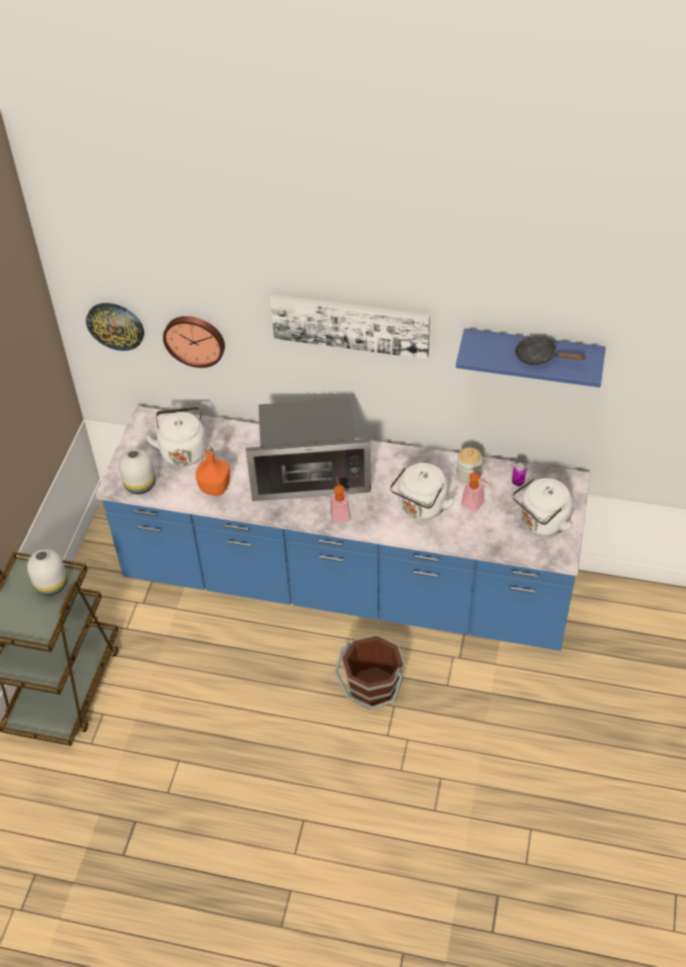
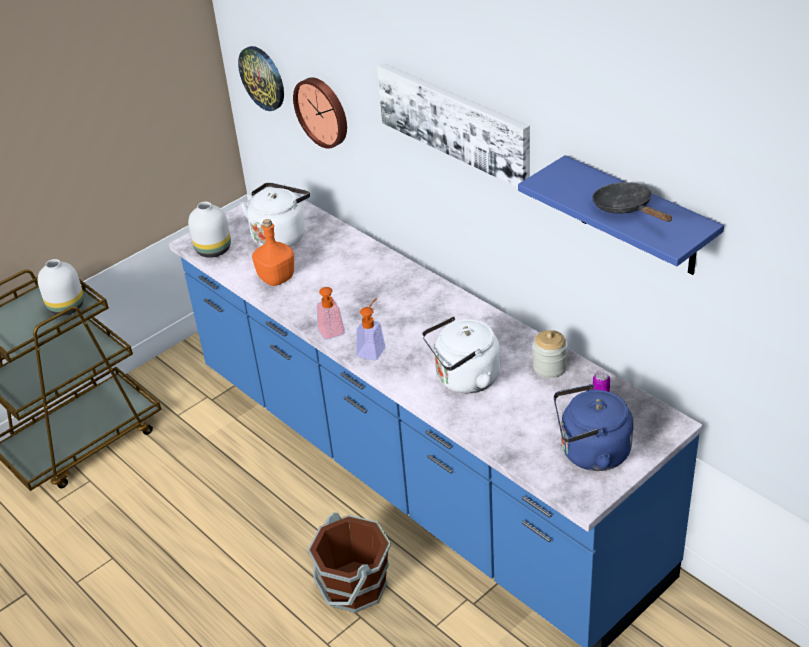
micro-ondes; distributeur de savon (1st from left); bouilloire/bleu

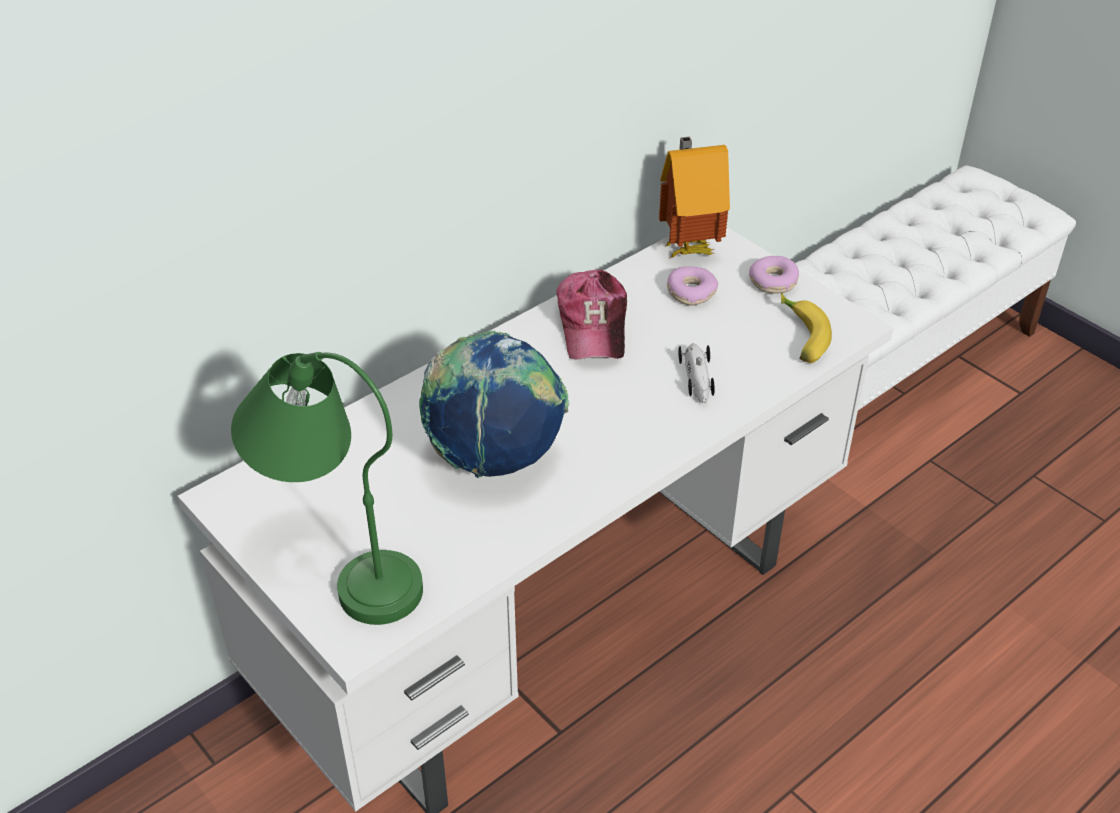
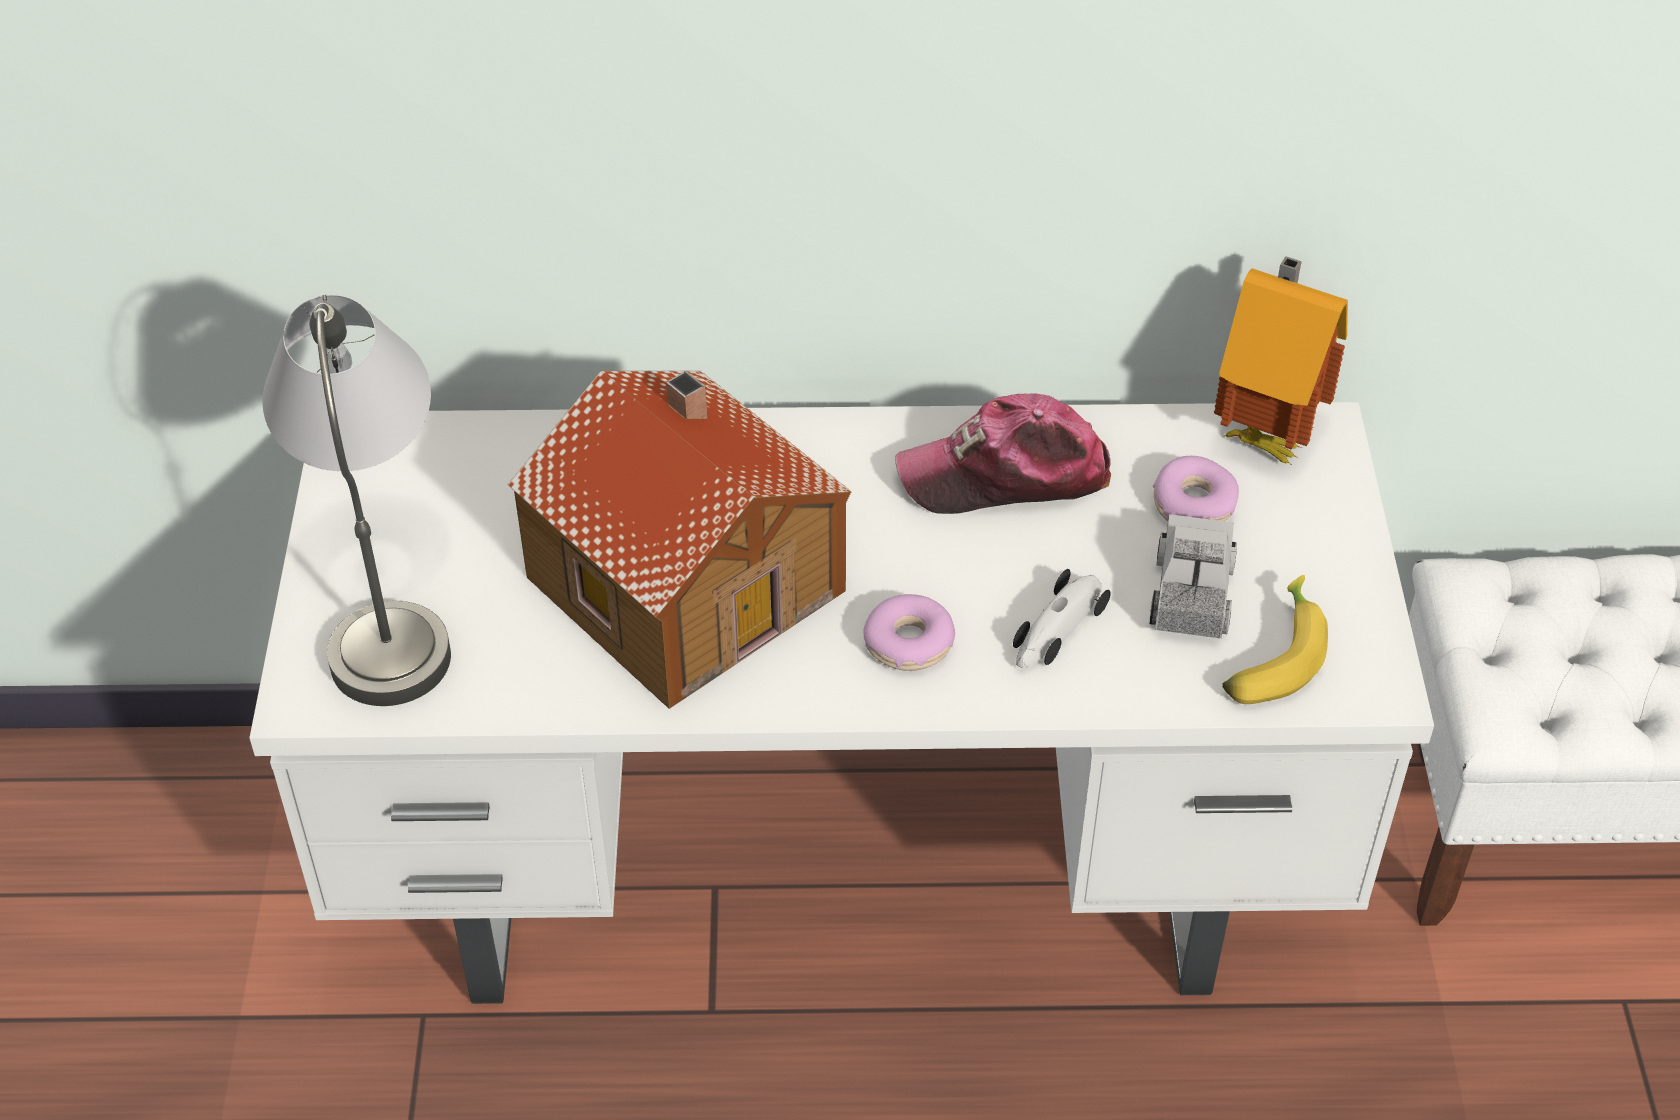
camion jouet; beignet (1st from left); maison miniature (1st from left); lampe de table/gris; casquette

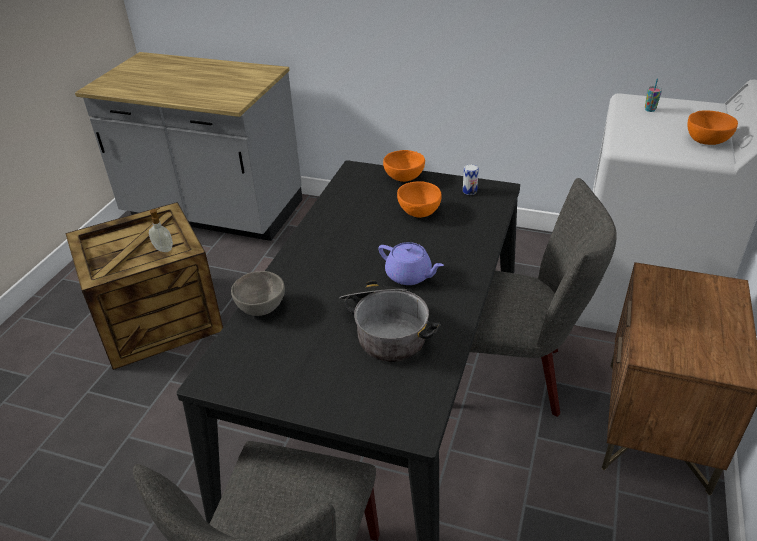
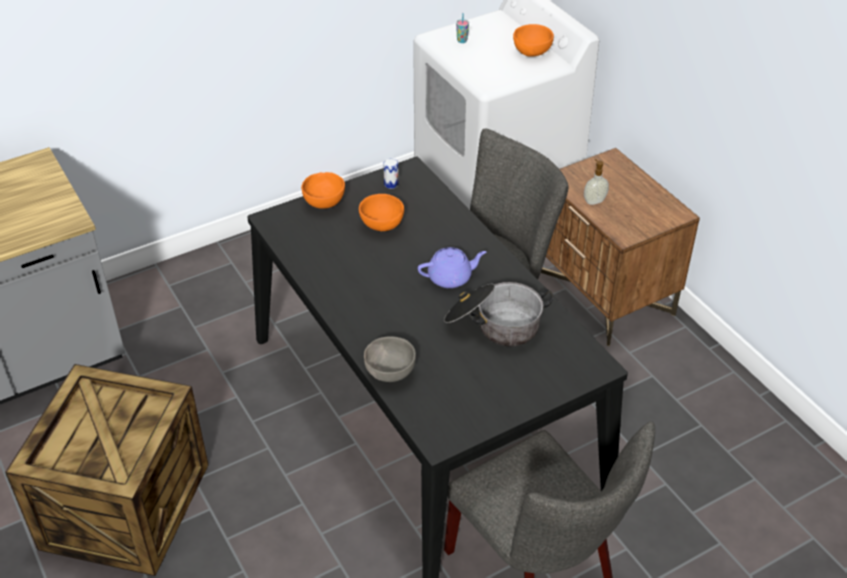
distributeur de savon

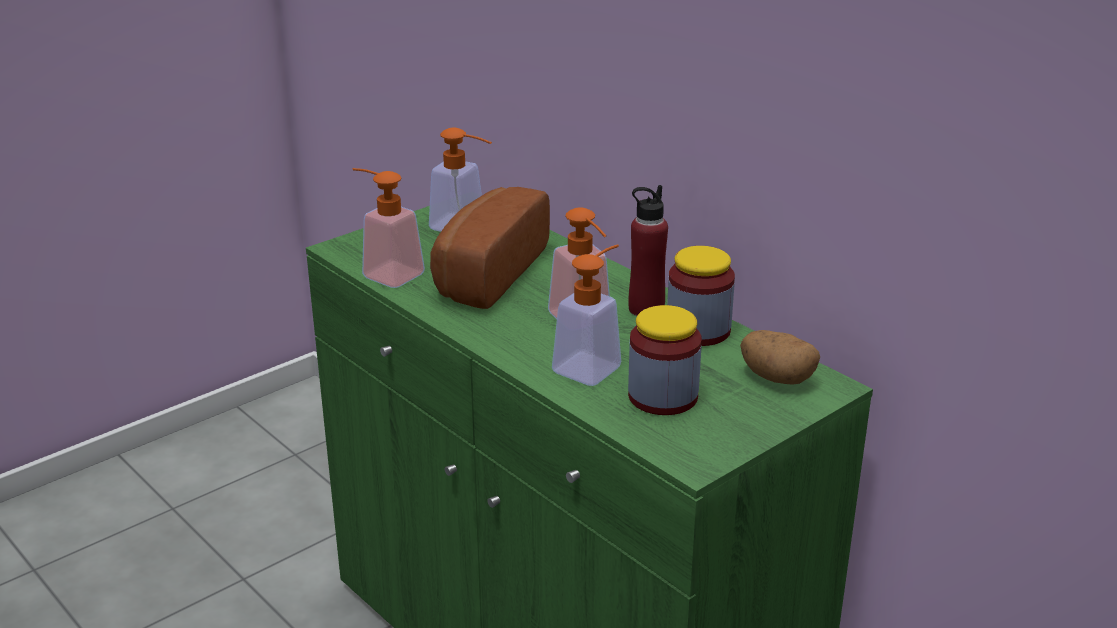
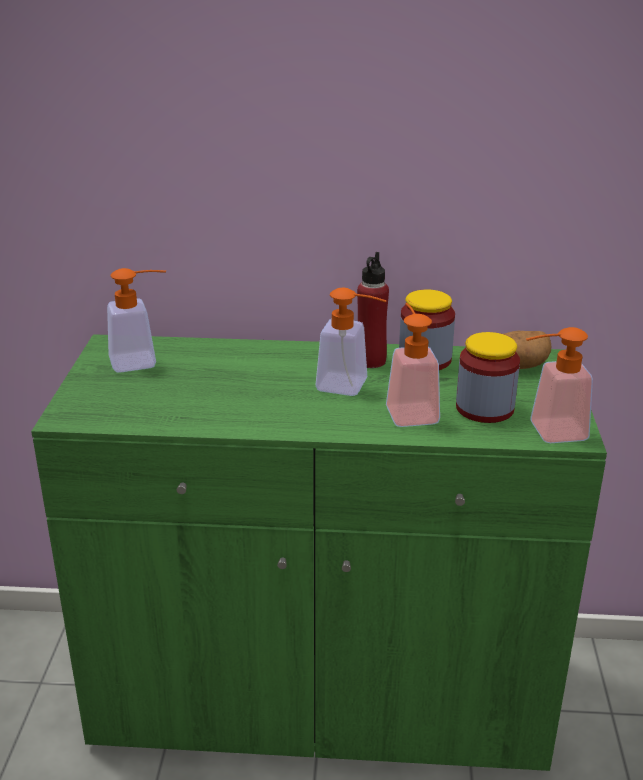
pain; distributeur de savon (4th from left)

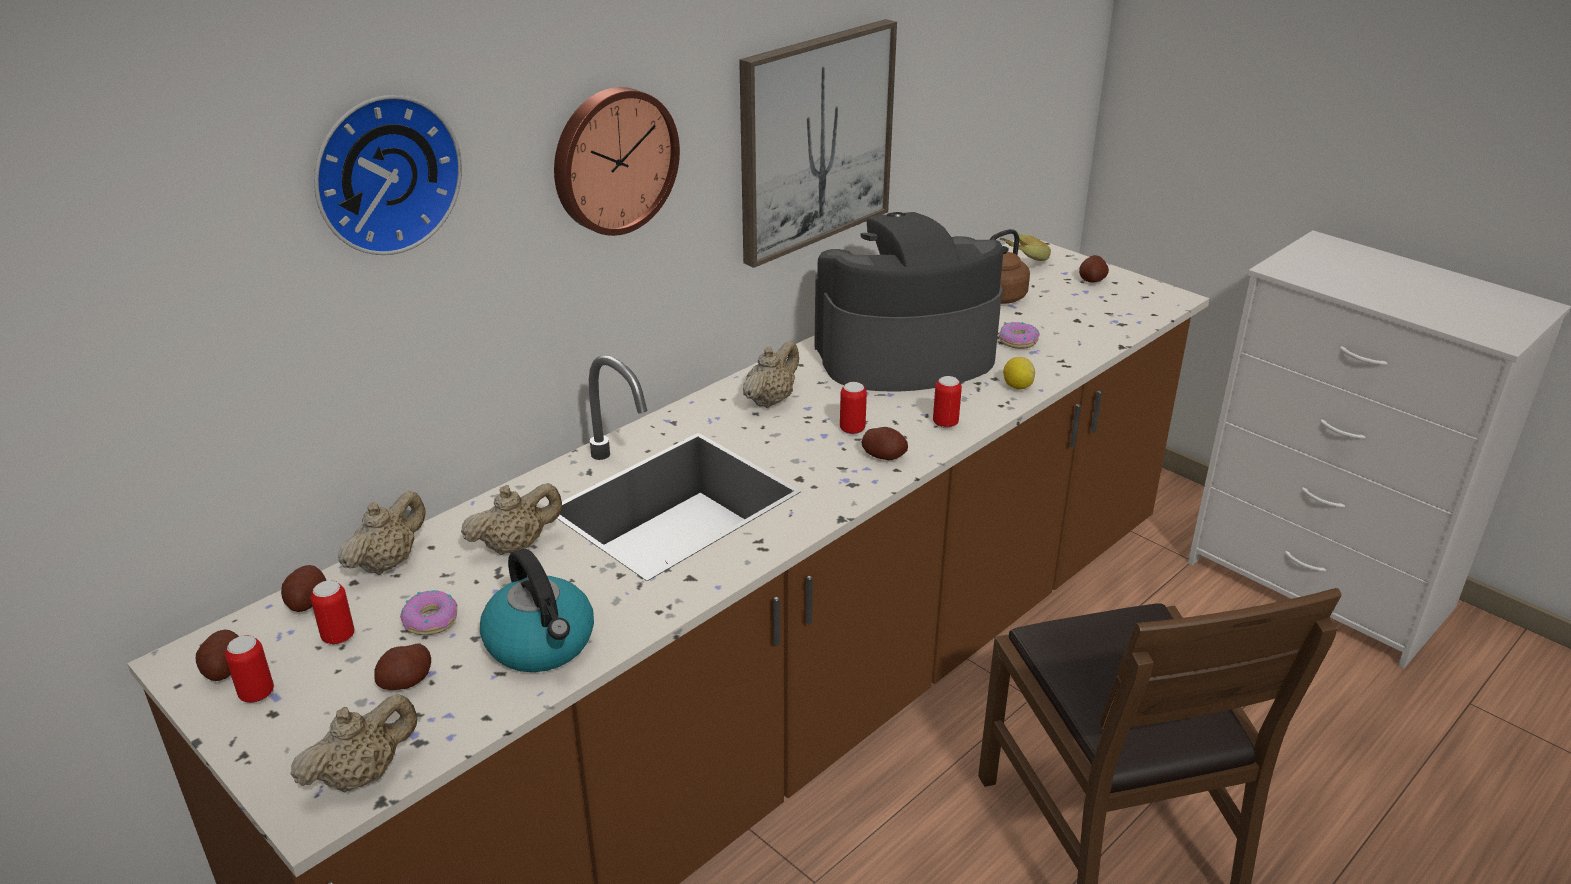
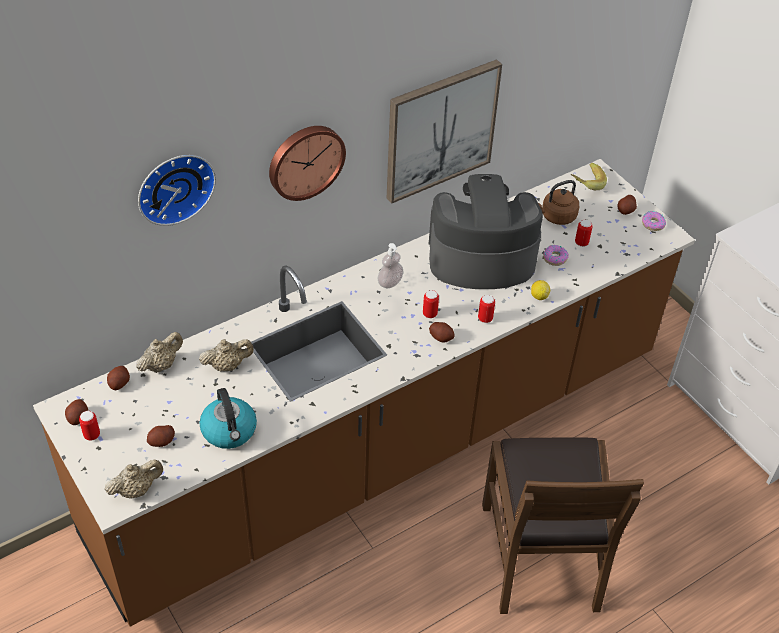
boîte métallique (4th from left); beignet (2nd from left); distributeur de savon

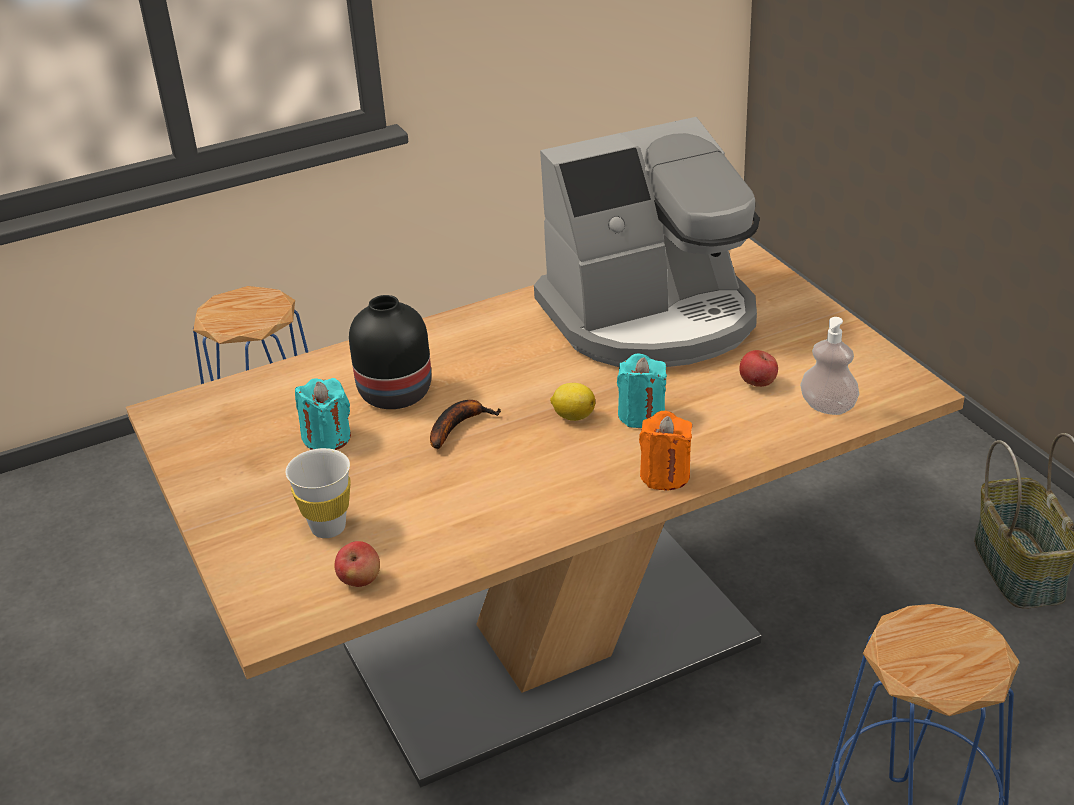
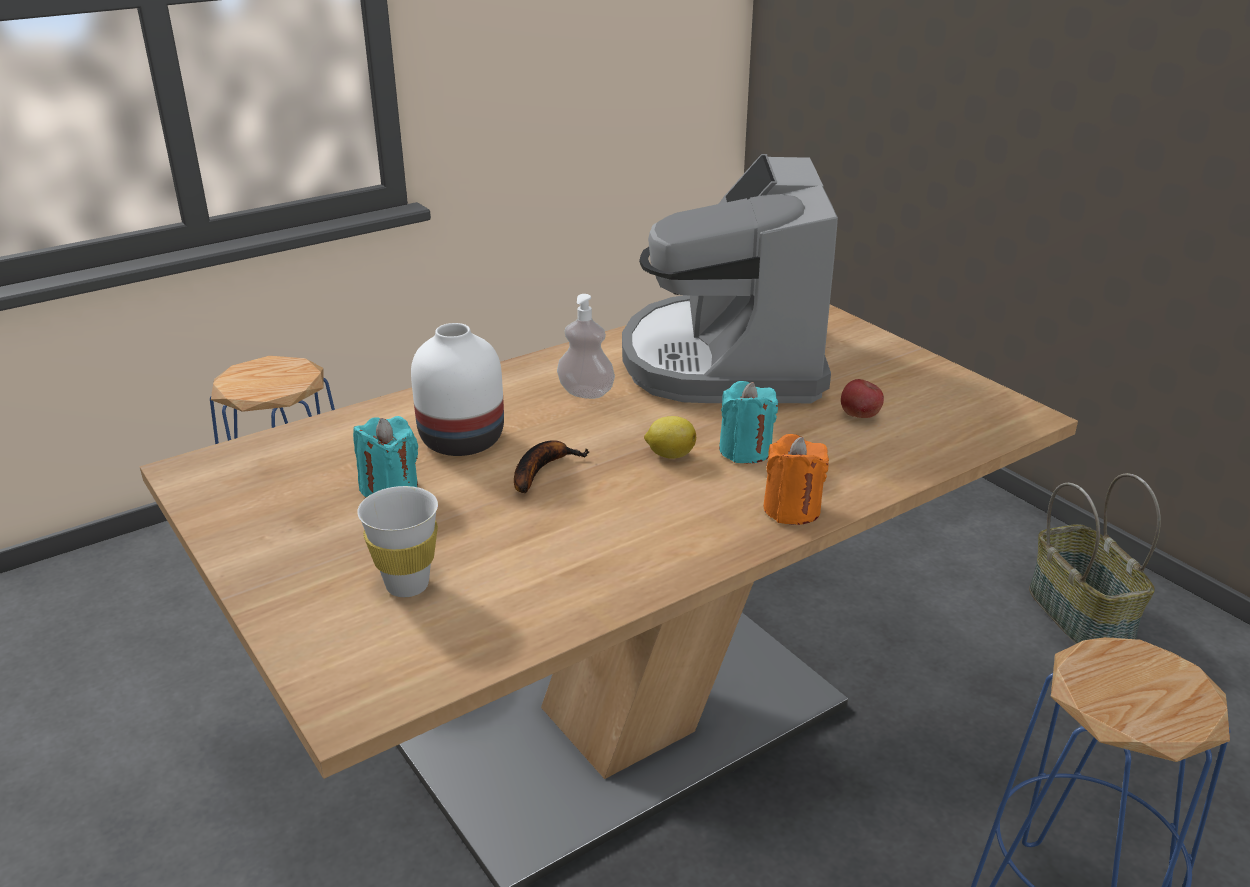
pomme (1st from left in the first image); distributeur de savon; vase/blanc; machine à café

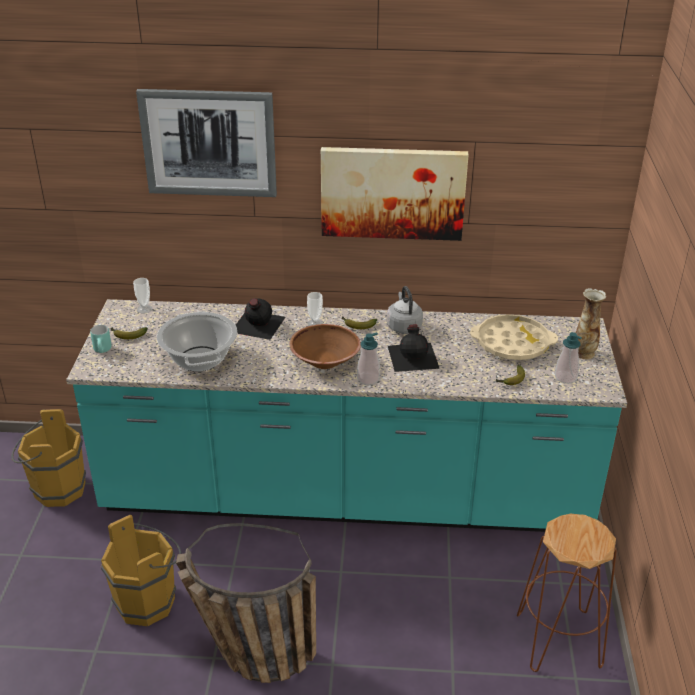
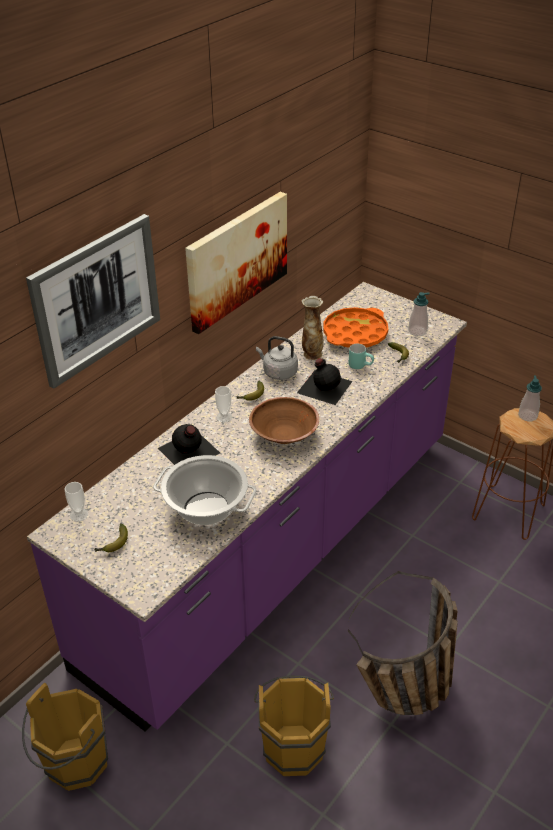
mug/turquoise; distributeur de savon (2nd from left); vase; comptoir de cuisine/violet; plateau/orange

